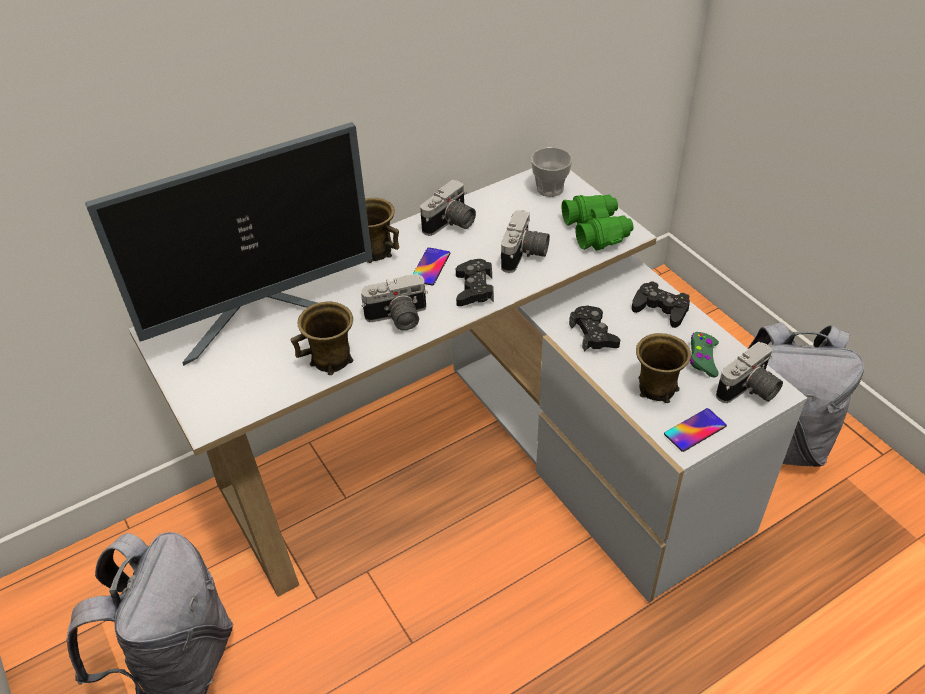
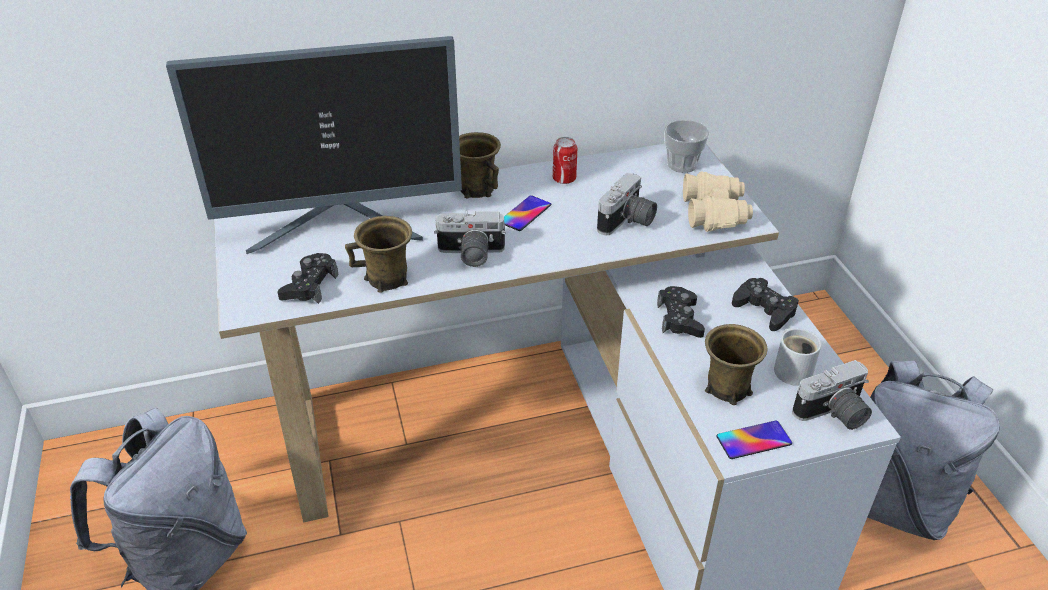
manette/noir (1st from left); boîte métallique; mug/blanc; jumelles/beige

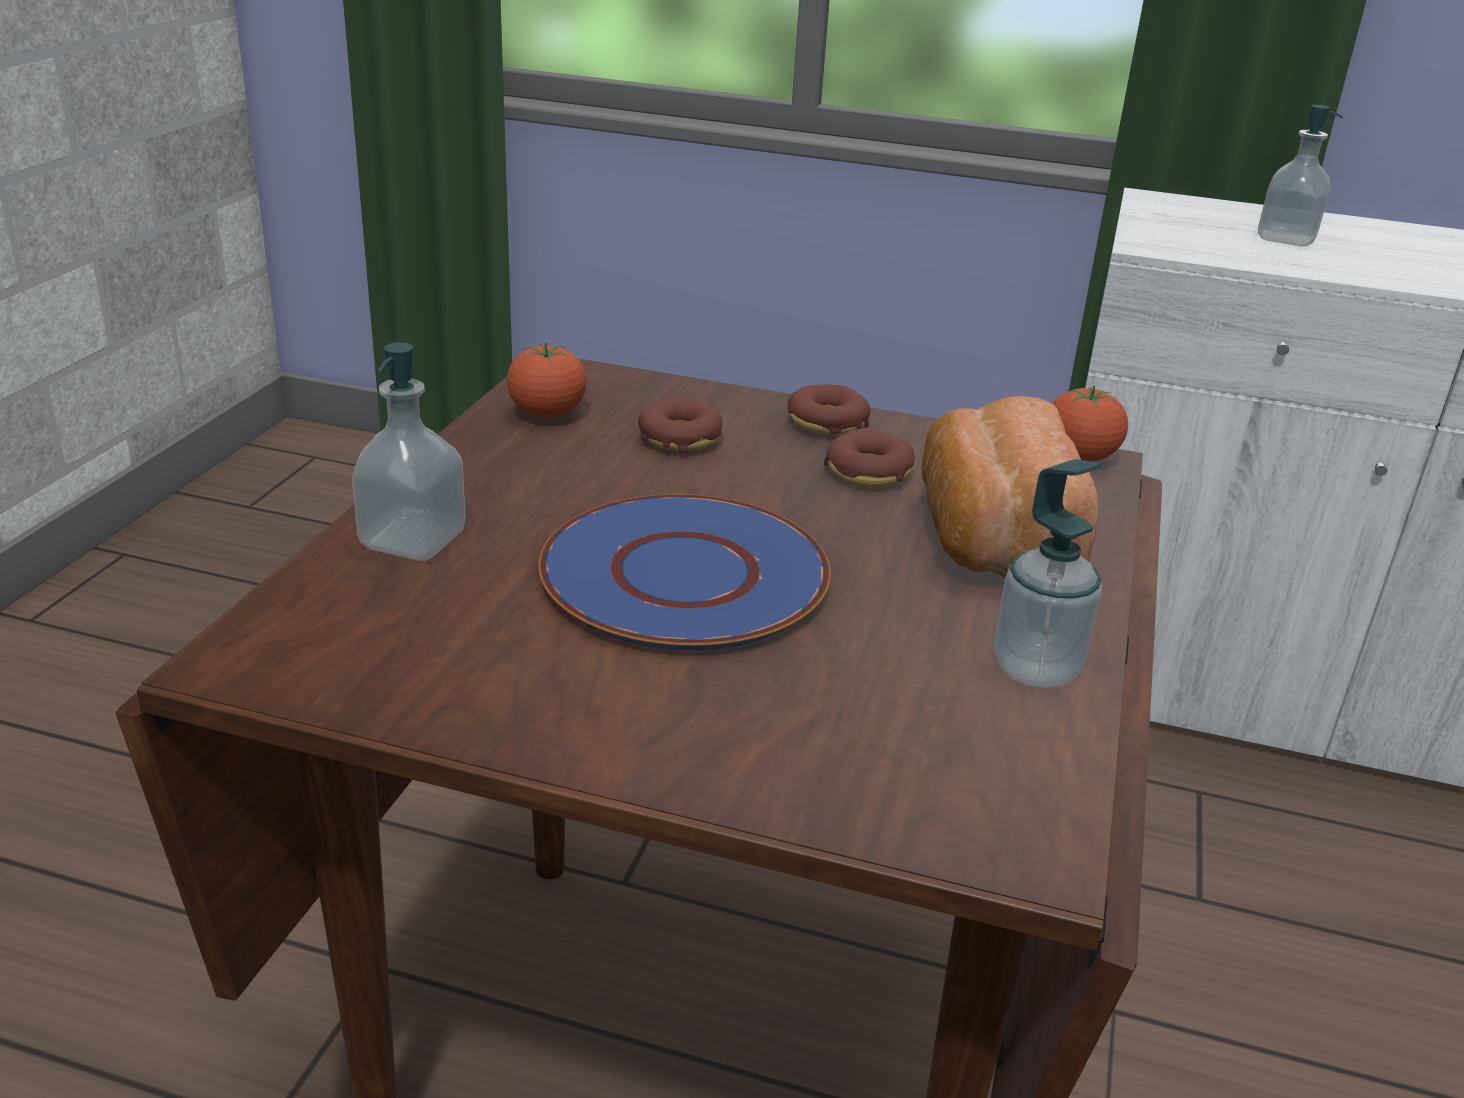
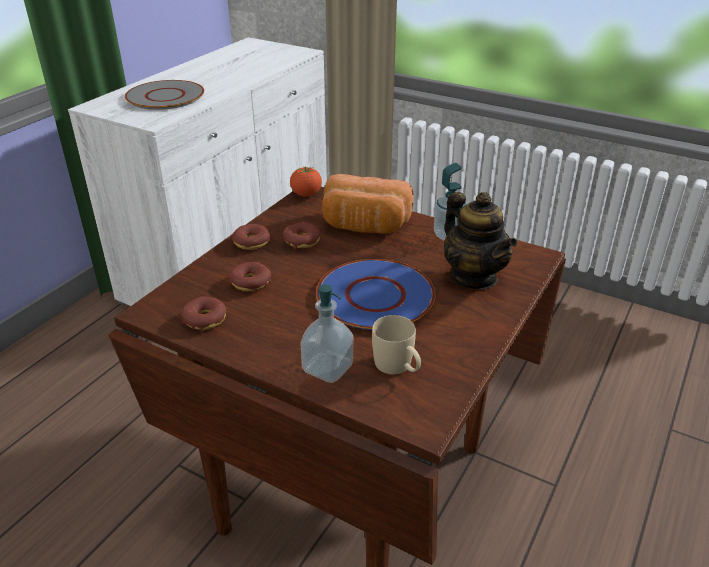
mug/beige; théière; beignet (1st from left); assiette/gris

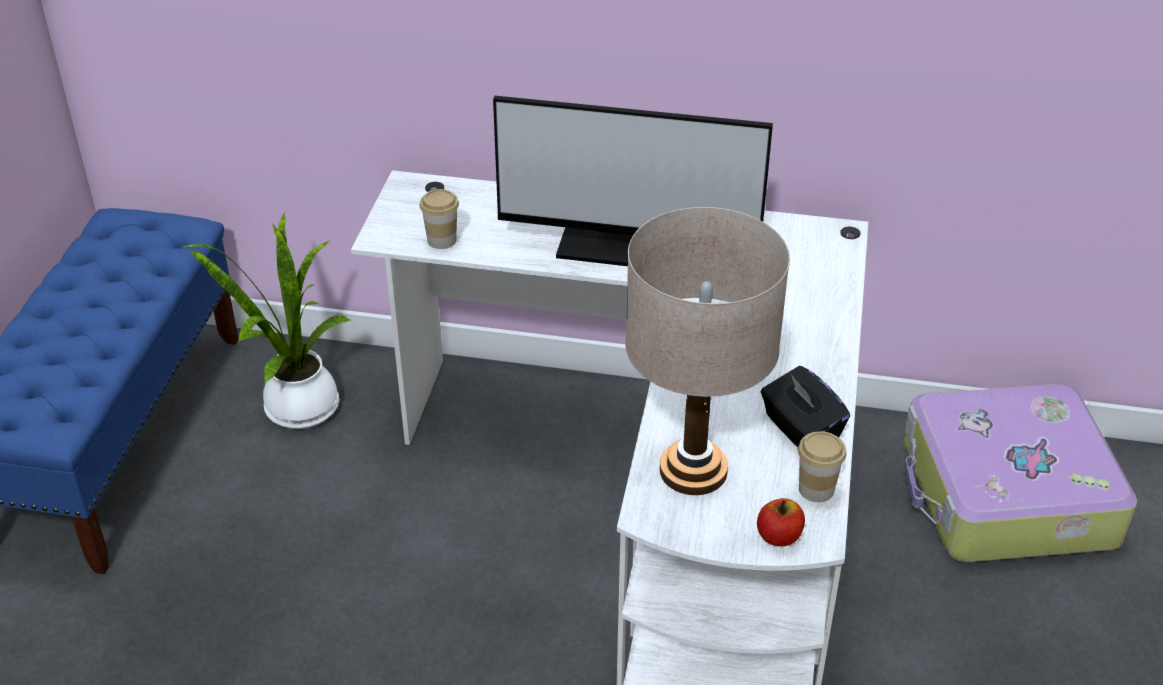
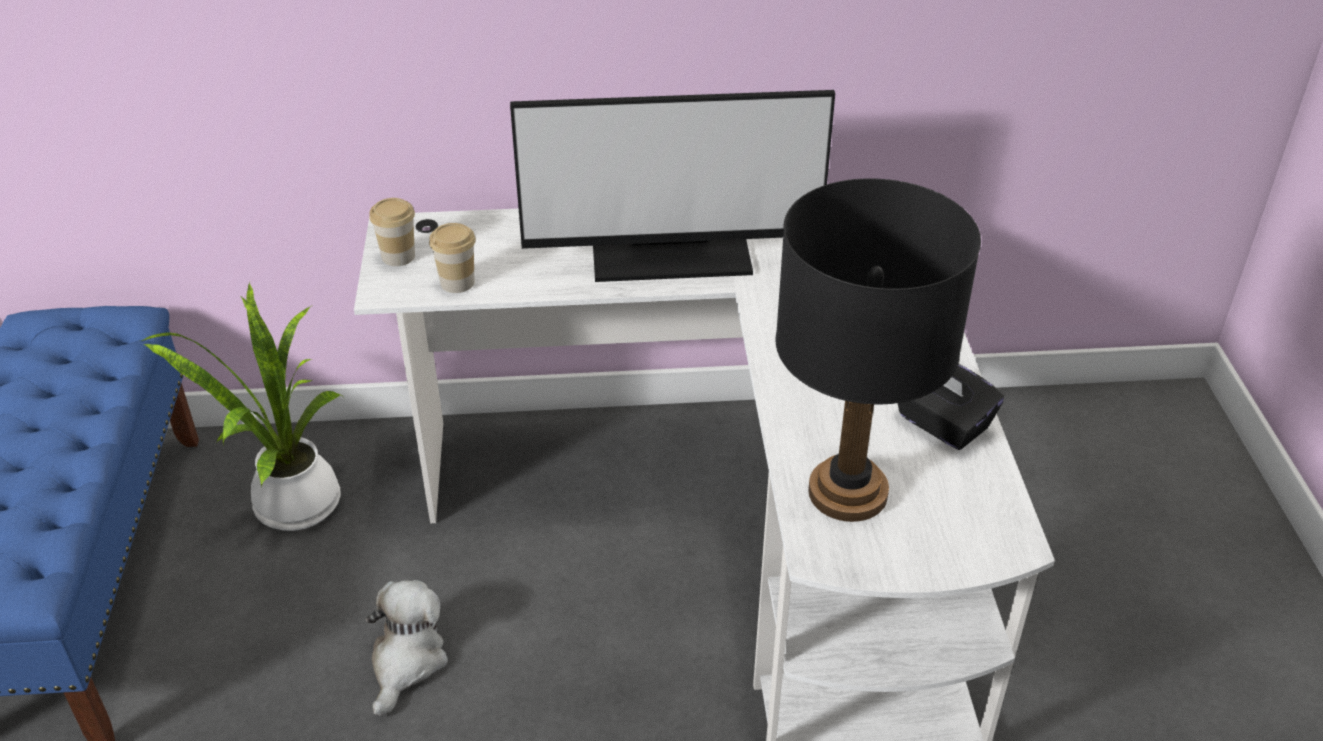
pomme; valise; peluche; tasse (1st from left); lampe de table/noir

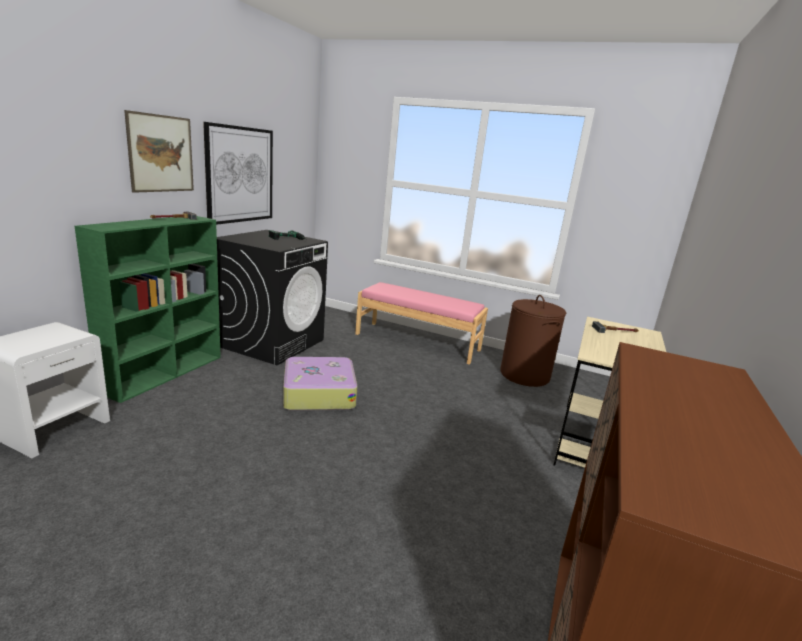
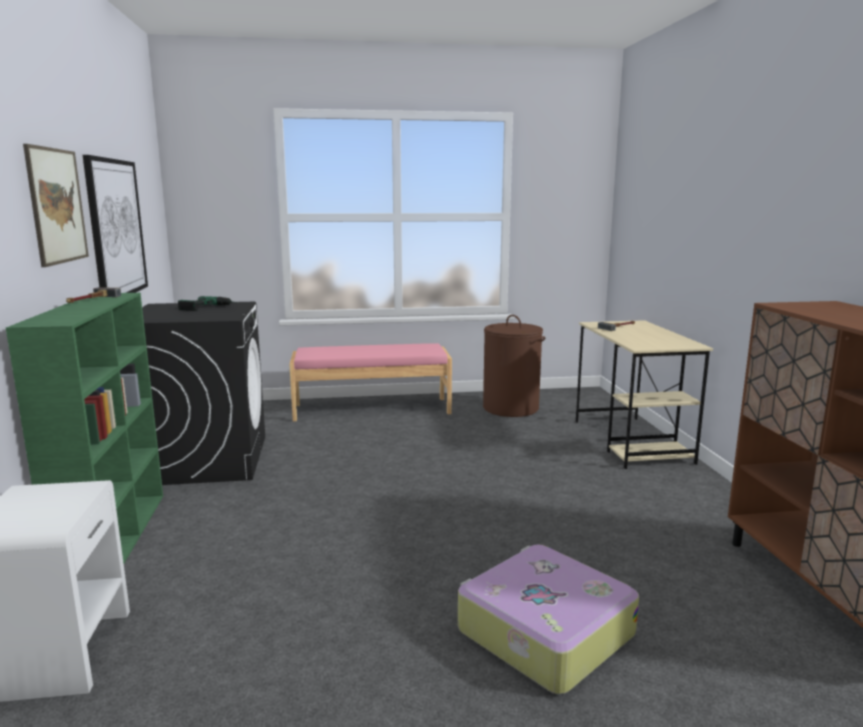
valise

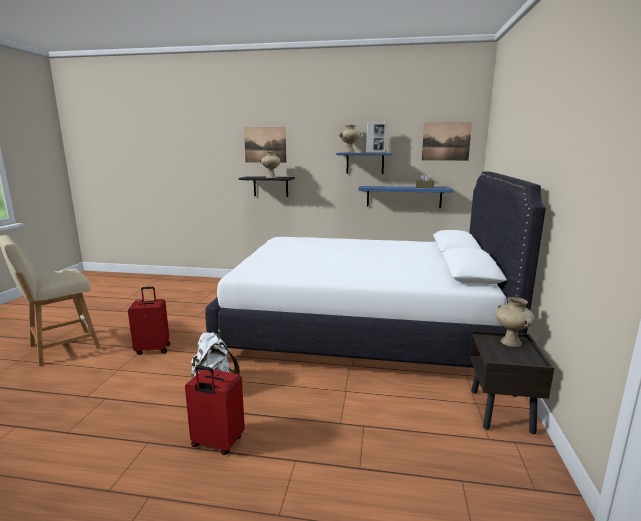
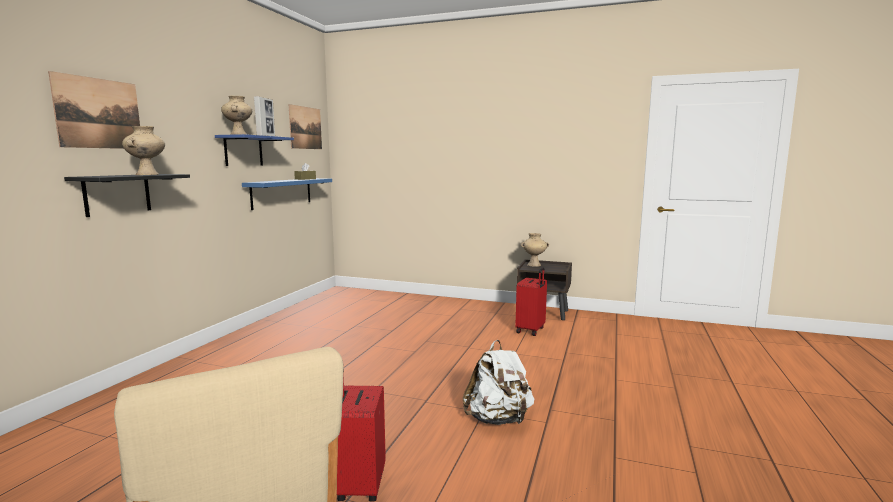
lit/blanc; valise/rouge (2nd from left)

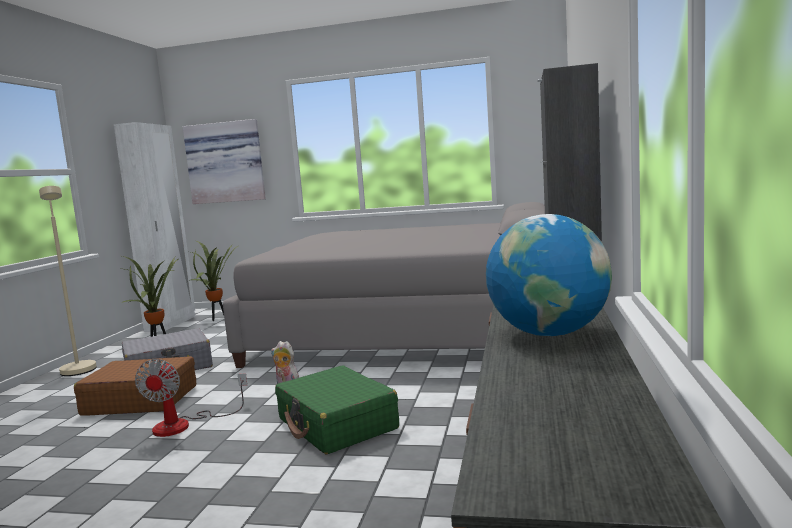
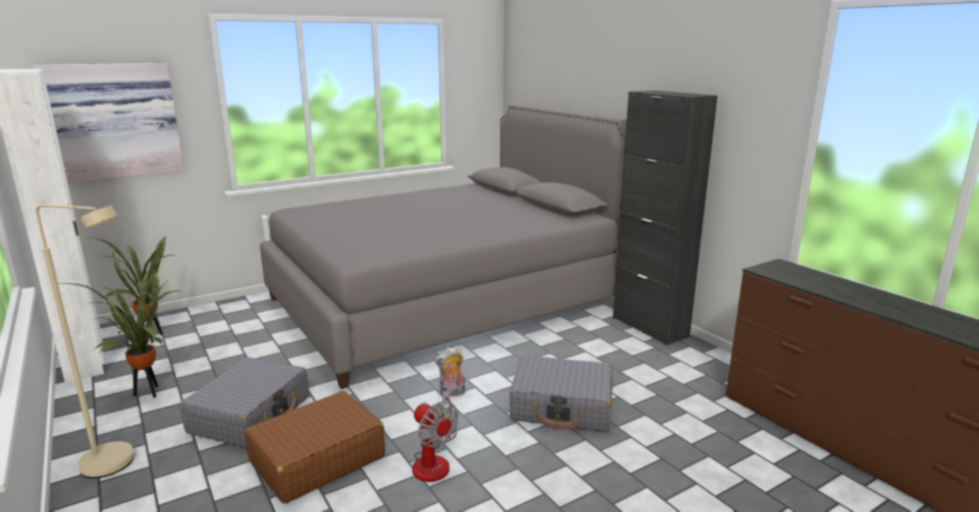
globe; valise/gris (2nd from left)

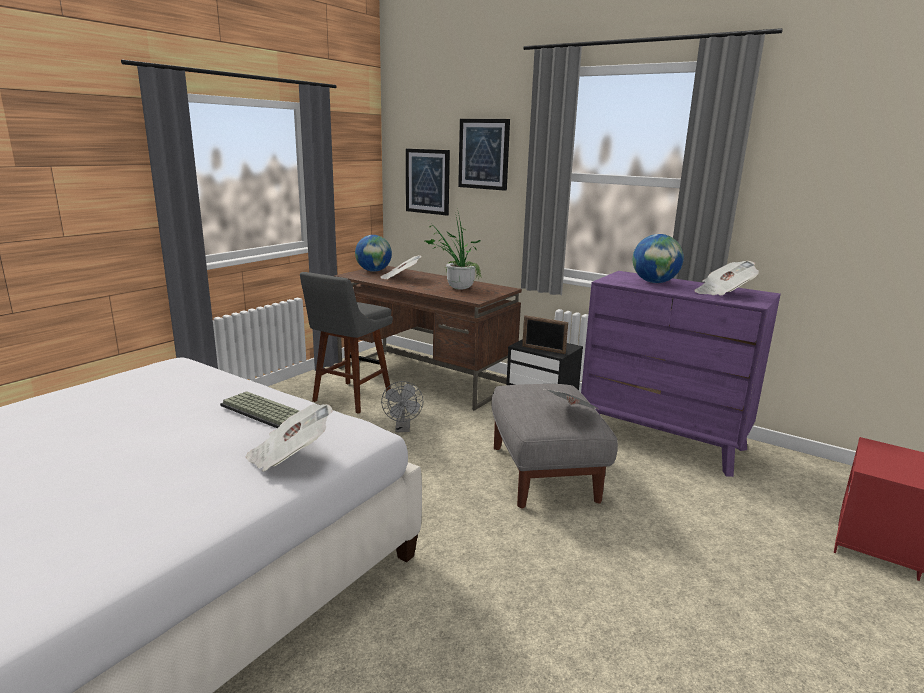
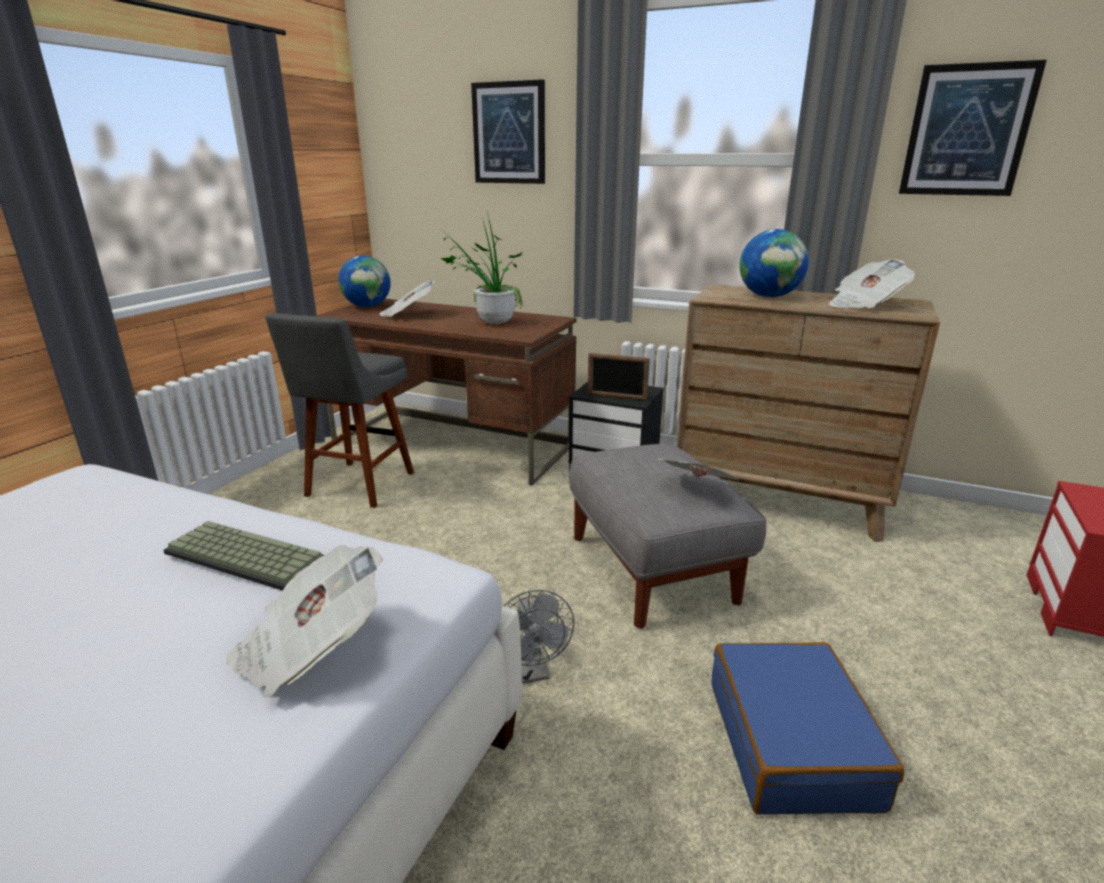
valise/bleu; ventilateur/gris; tableau (2nd from left); commode/marron

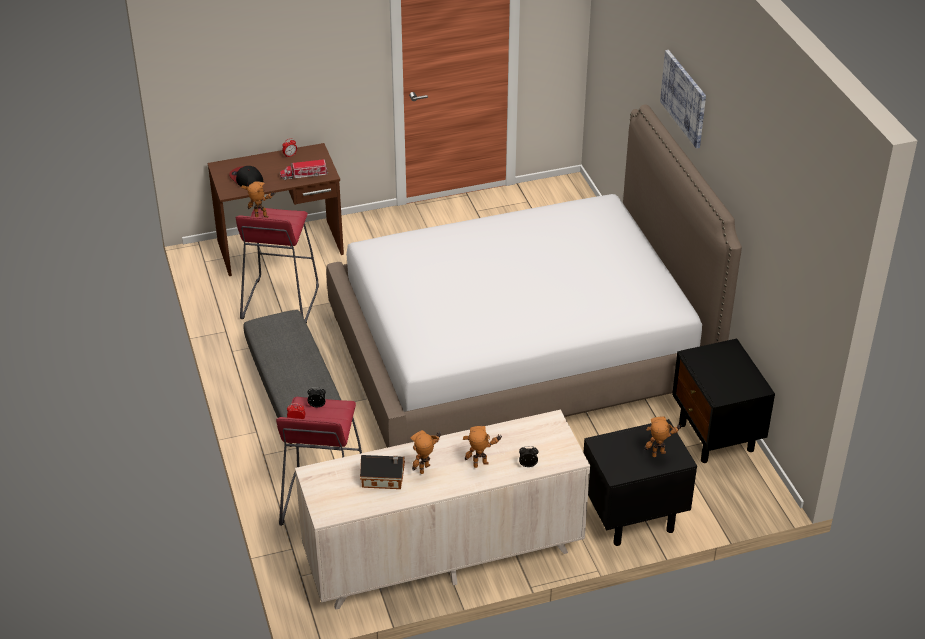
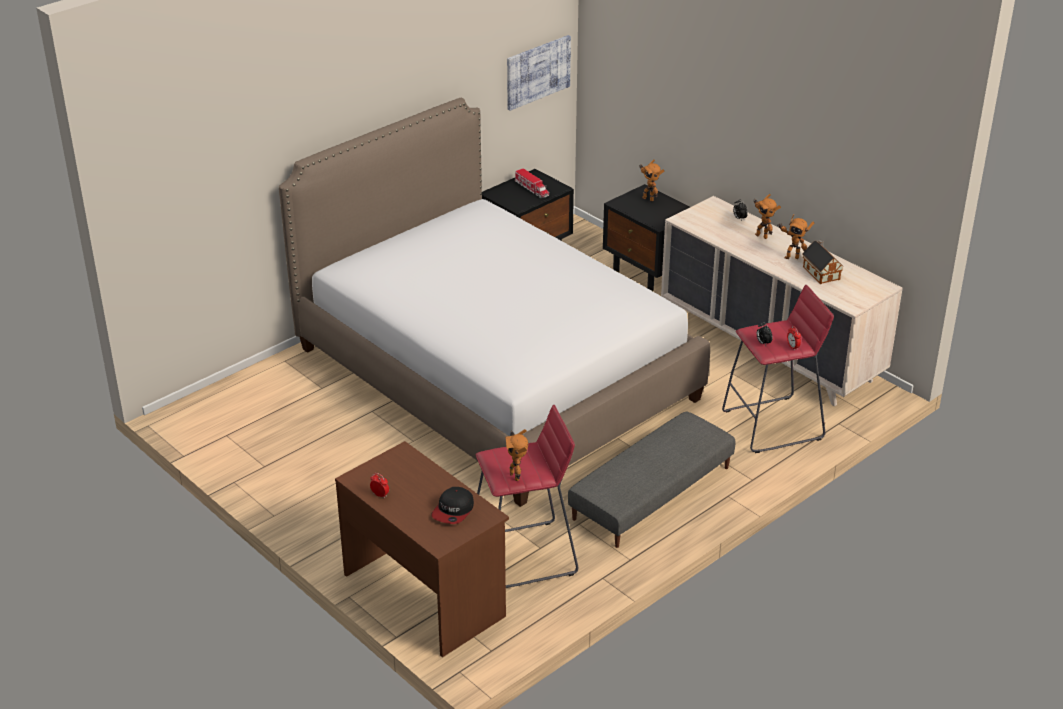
camion jouet; tableau

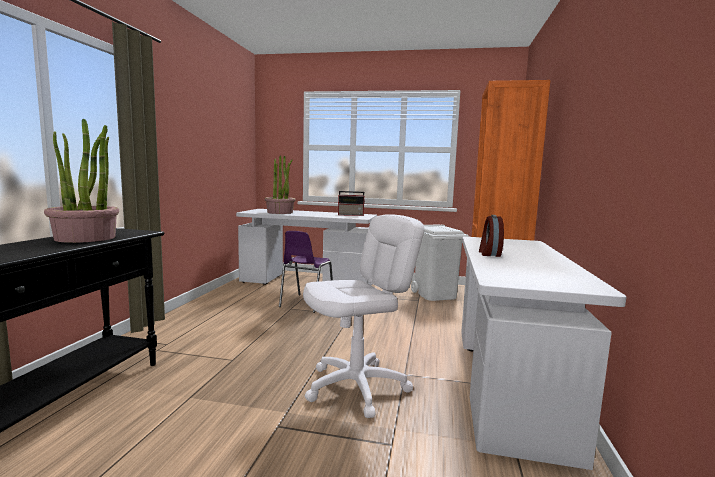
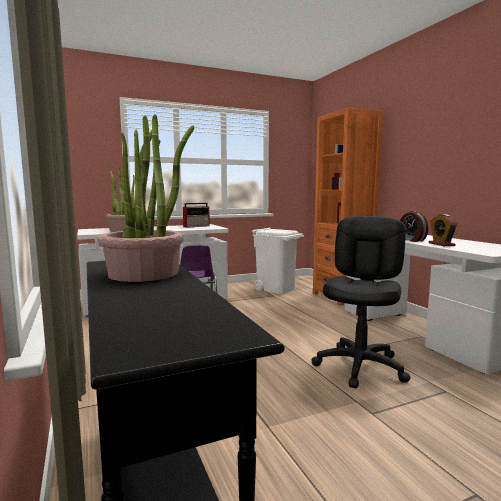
réveil (2nd from left); chaise de bureau/noir

